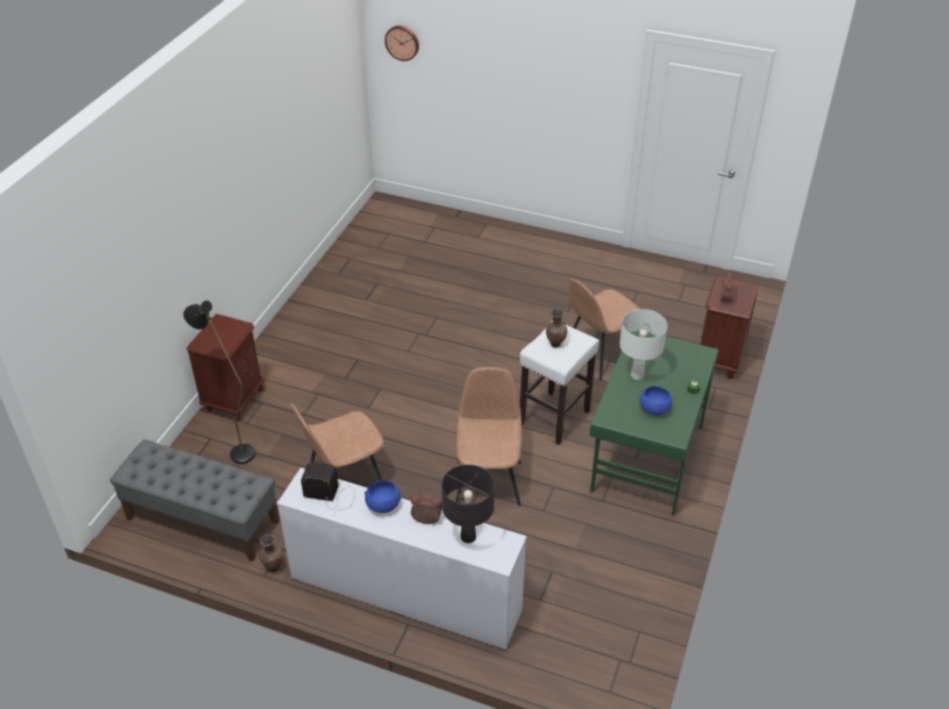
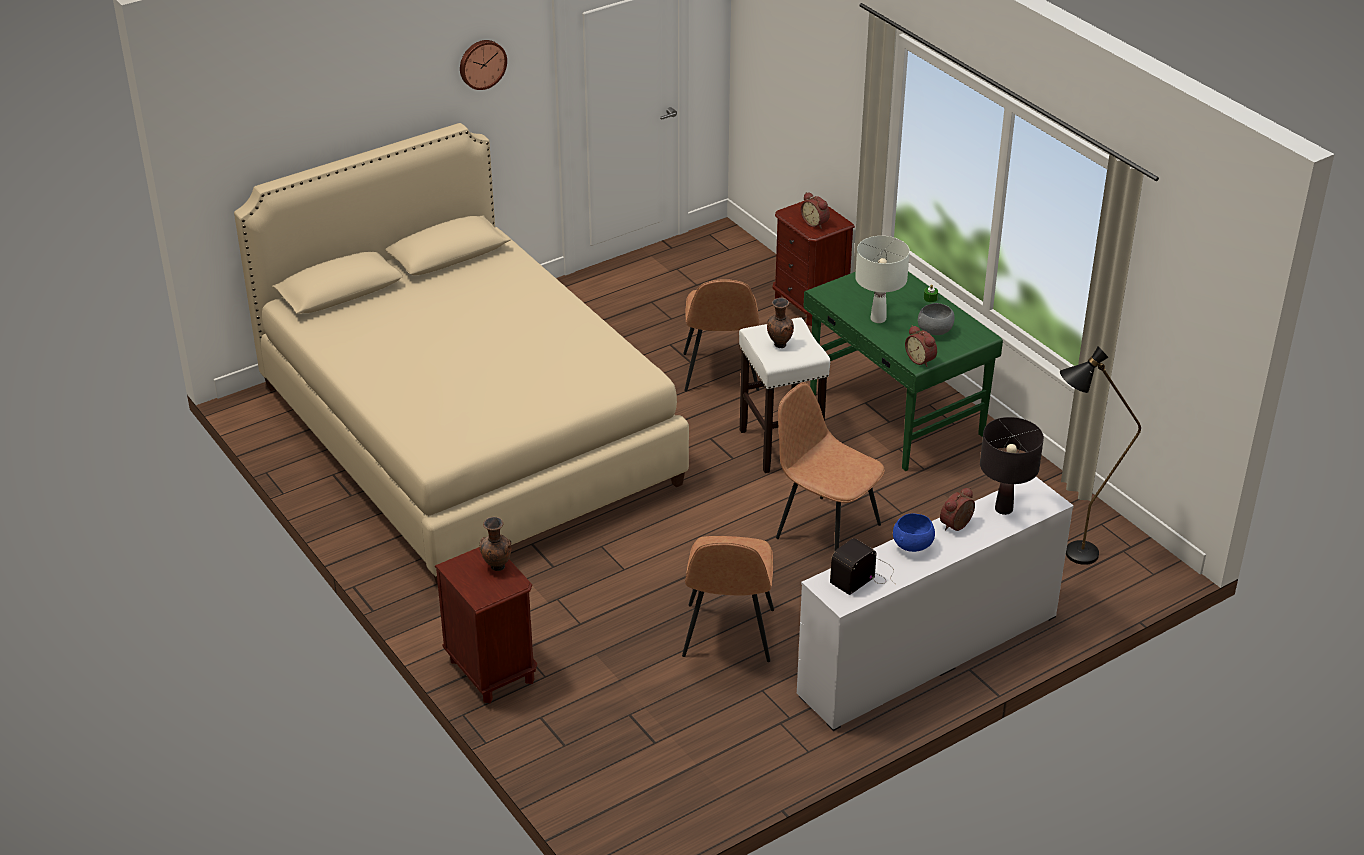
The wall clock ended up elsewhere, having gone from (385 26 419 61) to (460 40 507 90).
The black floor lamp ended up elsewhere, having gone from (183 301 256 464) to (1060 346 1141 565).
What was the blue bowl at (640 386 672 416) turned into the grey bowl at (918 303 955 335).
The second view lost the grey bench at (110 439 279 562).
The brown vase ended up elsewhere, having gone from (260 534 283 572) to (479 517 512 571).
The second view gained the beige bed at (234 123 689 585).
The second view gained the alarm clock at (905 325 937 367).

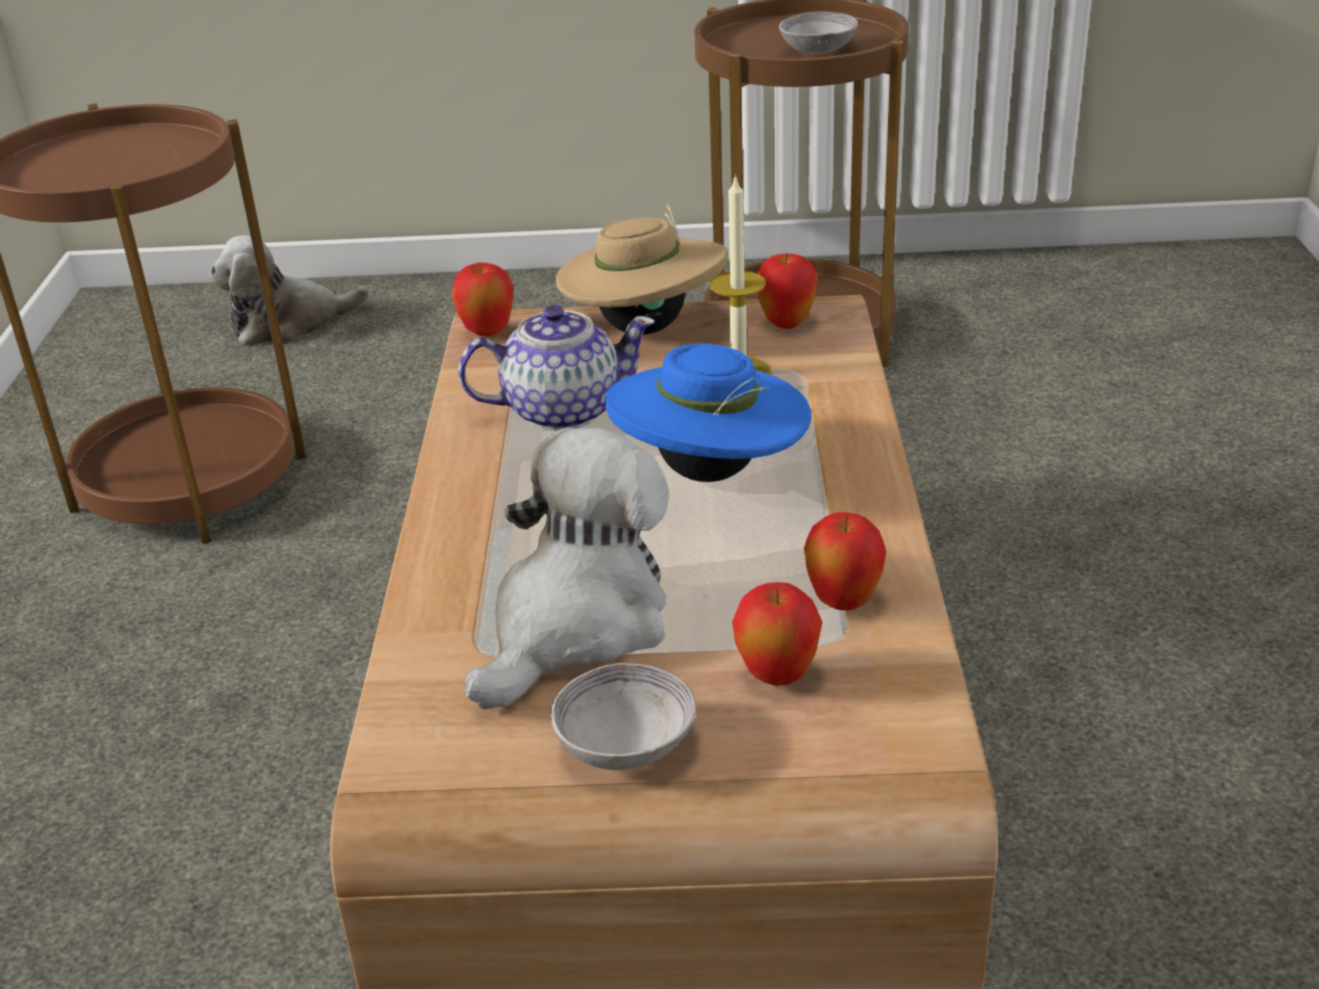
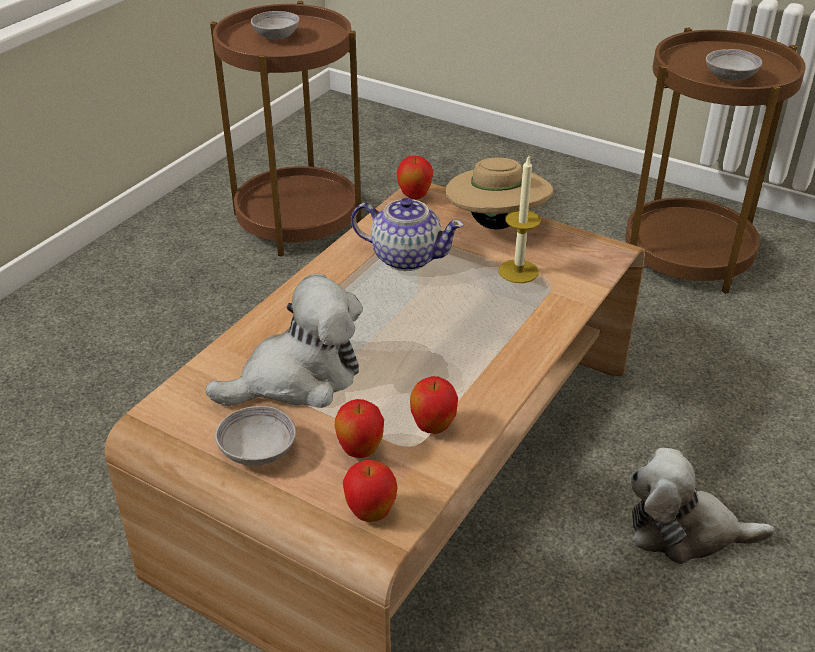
The plush toy ended up elsewhere, having gone from (210 235 370 346) to (630 448 775 564).
The apple ended up elsewhere, having gone from (757 254 818 329) to (343 460 397 522).
The second view lost the blue hat at (605 344 811 482).
The second view gained the grey bowl at (251 11 299 40).

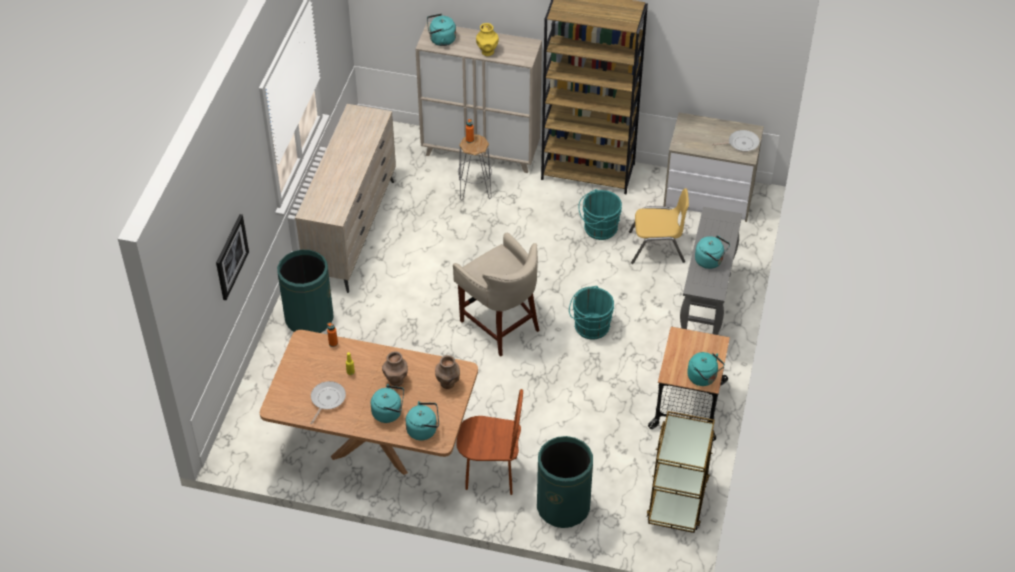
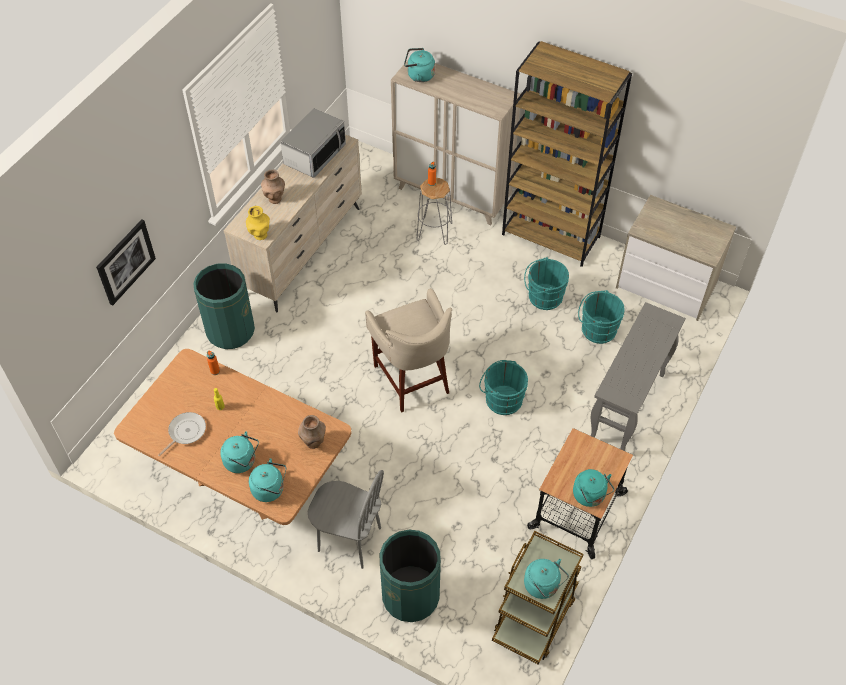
The yellow vase ended up elsewhere, having gone from (476 23 499 56) to (246 206 270 240).
The second view lost the frying pan at (712 130 760 152).
Where the yellow chair stood at (629 188 689 264), the turquoise bucket came to stand at (578 290 625 344).
The turquoise kettle ended up elsewhere, having gone from (695 236 730 269) to (524 559 569 599).
The brown vase ended up elsewhere, having gone from (382 351 408 386) to (261 169 285 204).
What was the brown chair at (457 389 523 495) turned into the grey chair at (307 470 384 569).
The second view gained the microwave at (280 108 346 178).

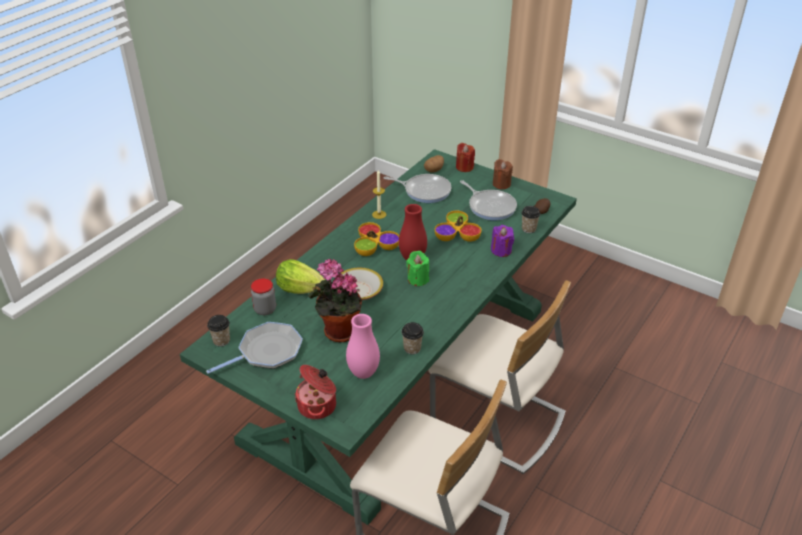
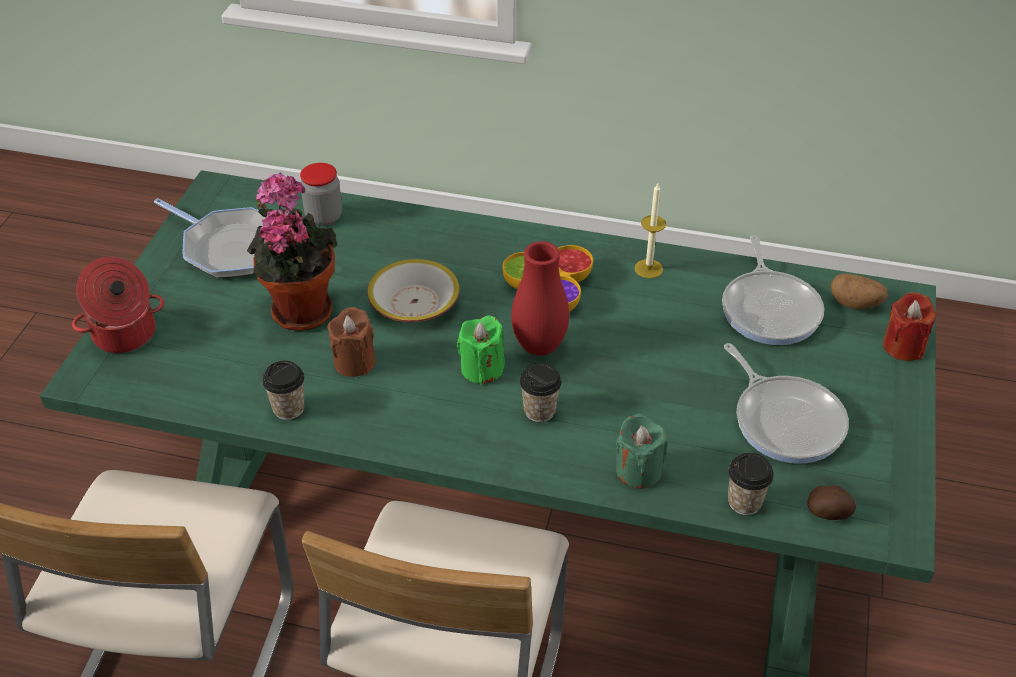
The brown candle ended up elsewhere, having gone from (493 159 513 189) to (327 307 376 377).
The frying pan at (460 180 517 220) ended up facing another way, 60 degrees counterclockwise from before.
The second view lost the bowl at (435 211 481 242).
What was the purple candle at (491 225 514 257) turned into the green candle at (616 413 667 489).
The second view lost the lettuce at (276 259 326 294).
The second view lost the pink vase at (346 314 380 379).
The cup ended up elsewhere, having gone from (207 315 230 347) to (520 363 561 422).

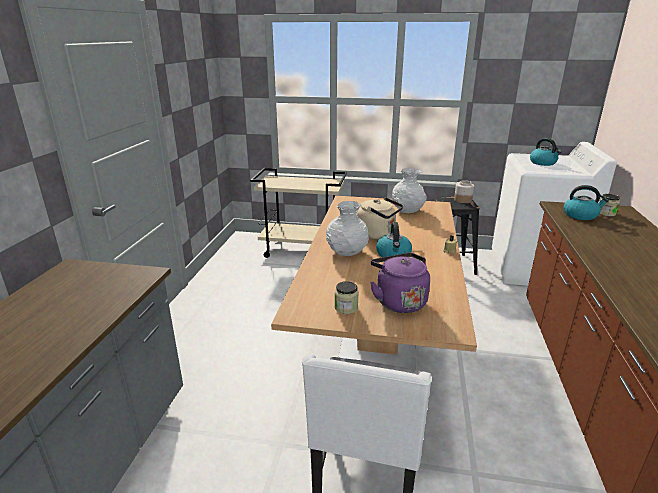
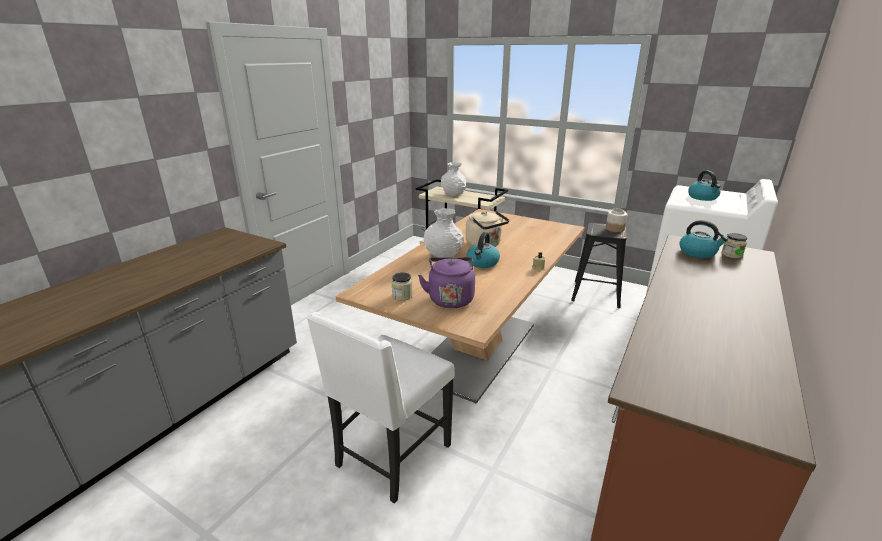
The white vase ended up elsewhere, having gone from (392 168 427 213) to (441 162 466 196).

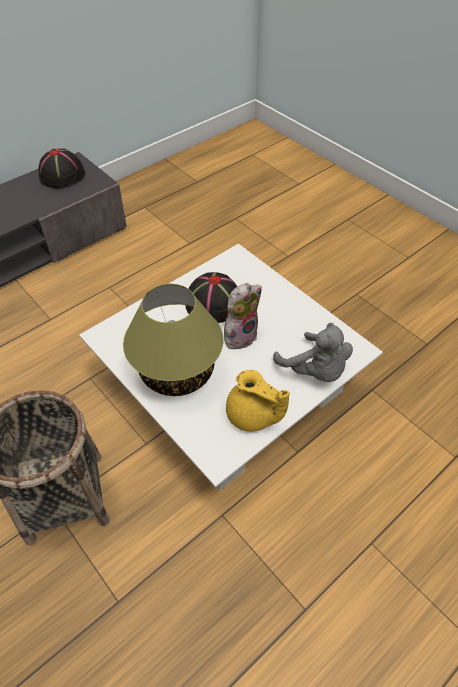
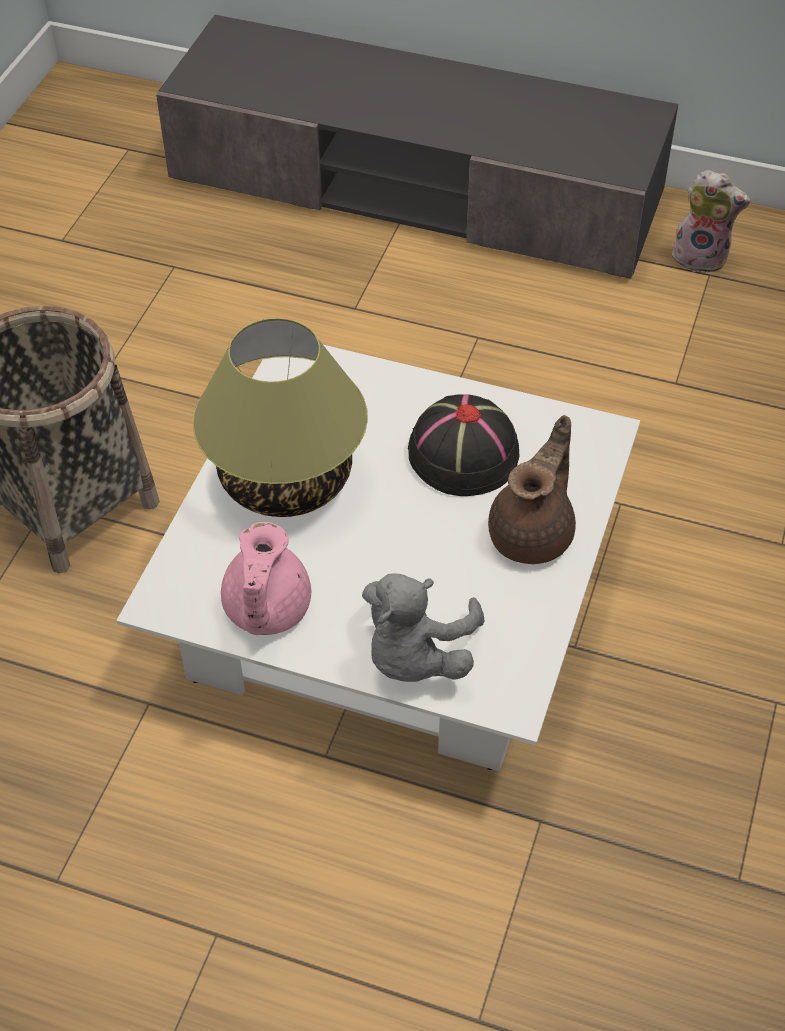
The second view lost the black hat at (38 148 85 189).
The plush toy ended up elsewhere, having gone from (224 283 262 349) to (670 170 750 273).
What was the yellow teapot at (226 370 290 432) turned into the pink teapot at (221 522 311 635).
The second view gained the brown teapot at (488 415 576 564).

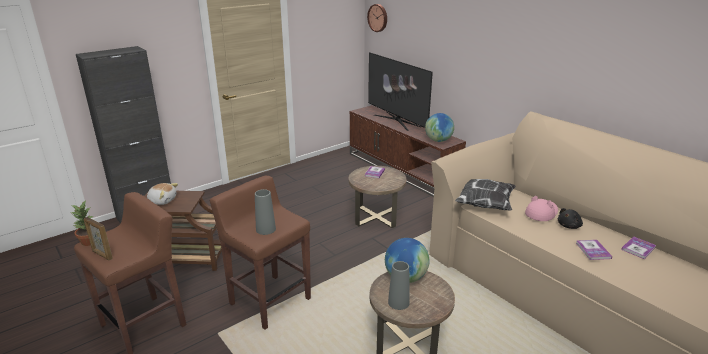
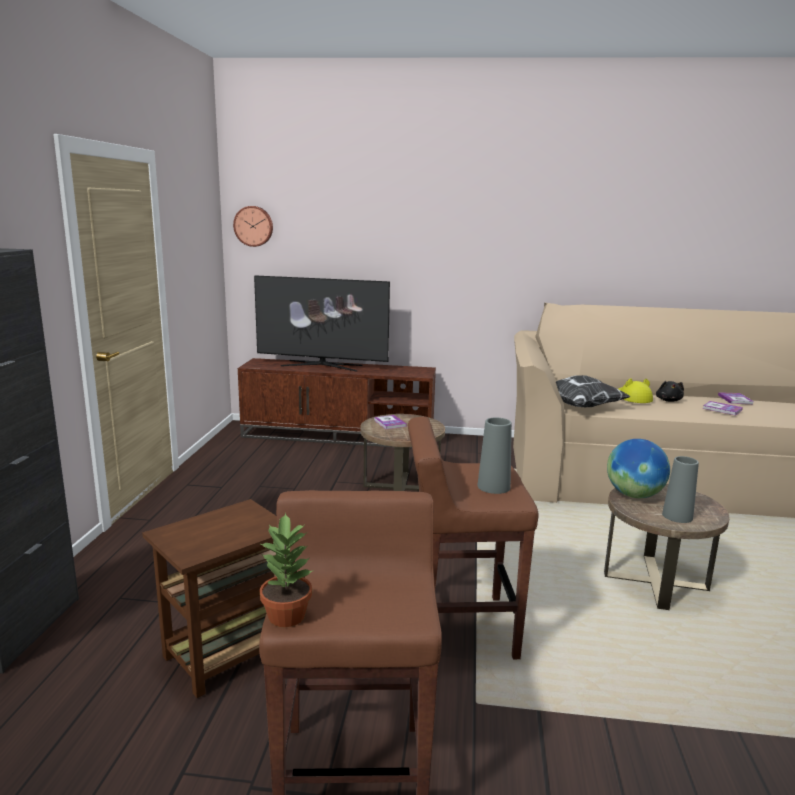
The second view lost the globe at (425 113 454 142).
The second view lost the plush toy at (147 183 178 205).
What was the pink hat at (525 196 558 221) turned into the yellow hat at (618 378 653 403).
The second view lost the picture frame at (84 217 113 260).

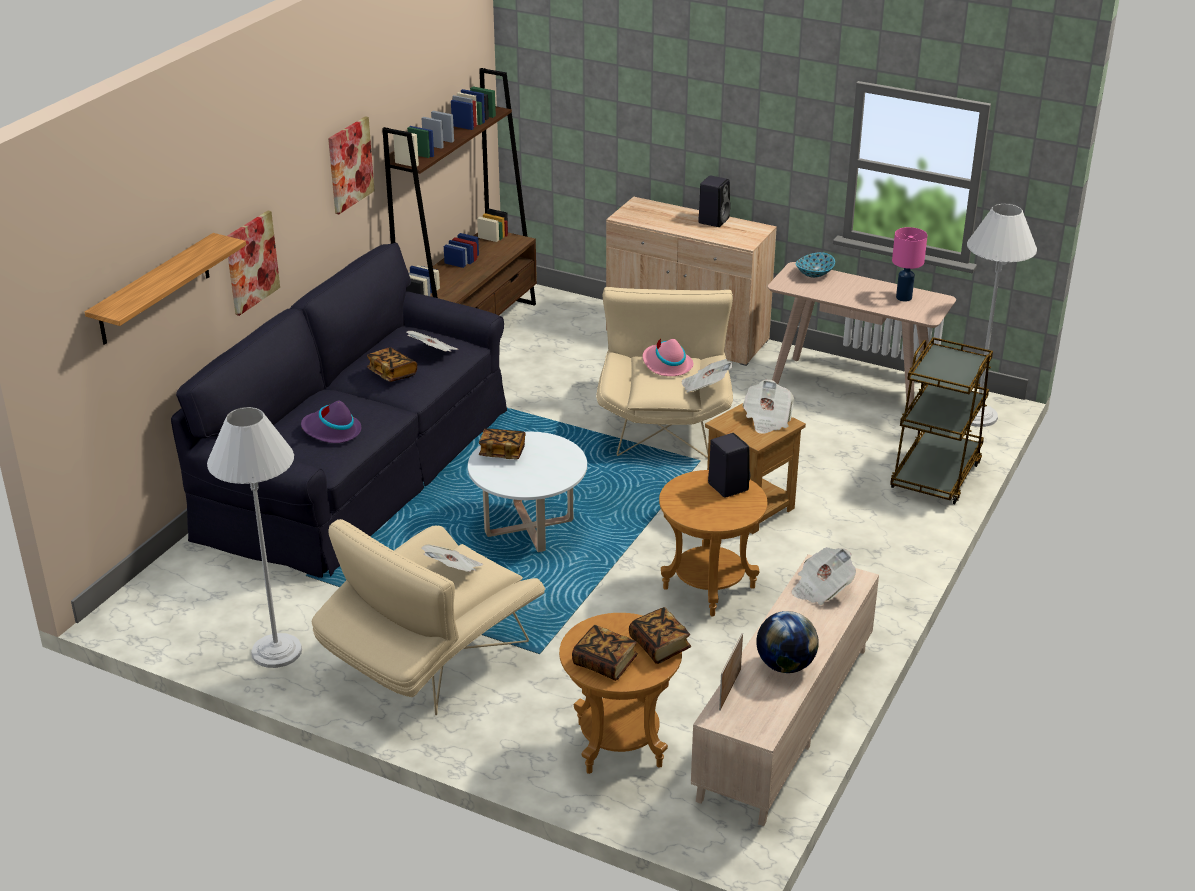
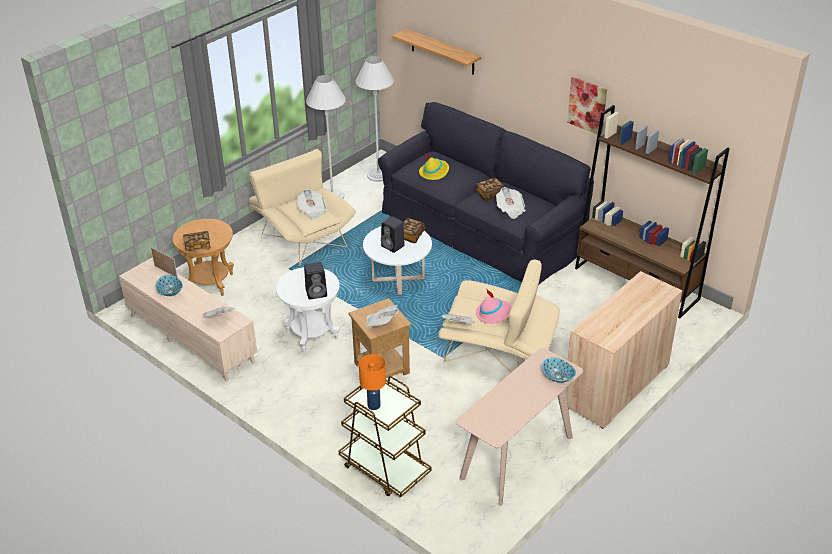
The black speaker ended up elsewhere, having gone from (698 175 731 227) to (381 216 405 253).
The white floor lamp ended up elsewhere, having gone from (967 203 1037 427) to (355 56 394 182).
The second view lost the picture at (227 210 280 316).
The second view lost the pink table lamp at (892 227 928 302).
What was the purple hat at (301 401 361 443) turned into the yellow hat at (419 153 449 180).
What was the brown side table at (659 470 768 616) turned into the white side table at (276 267 340 353).
Where the globe stood at (756 611 818 673), the bowl came to stand at (156 275 183 296).
The second view lost the book at (572 625 638 681).
The second view gained the orange table lamp at (359 354 386 410).

